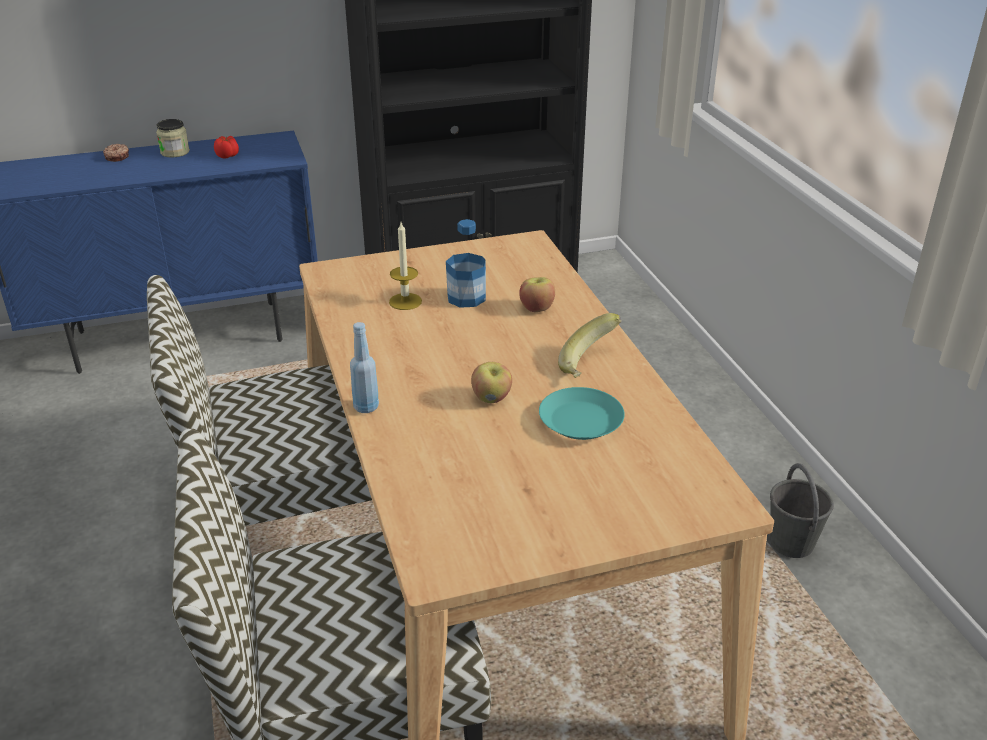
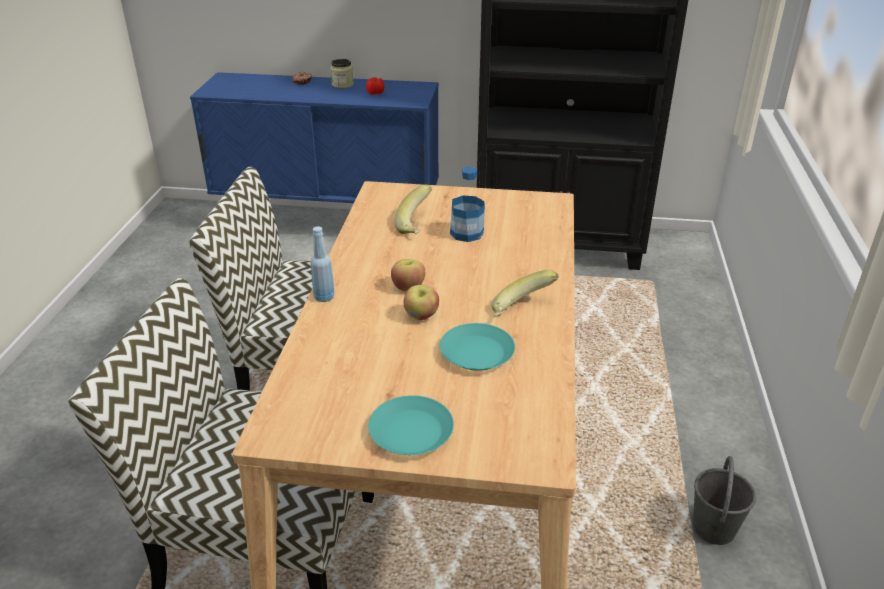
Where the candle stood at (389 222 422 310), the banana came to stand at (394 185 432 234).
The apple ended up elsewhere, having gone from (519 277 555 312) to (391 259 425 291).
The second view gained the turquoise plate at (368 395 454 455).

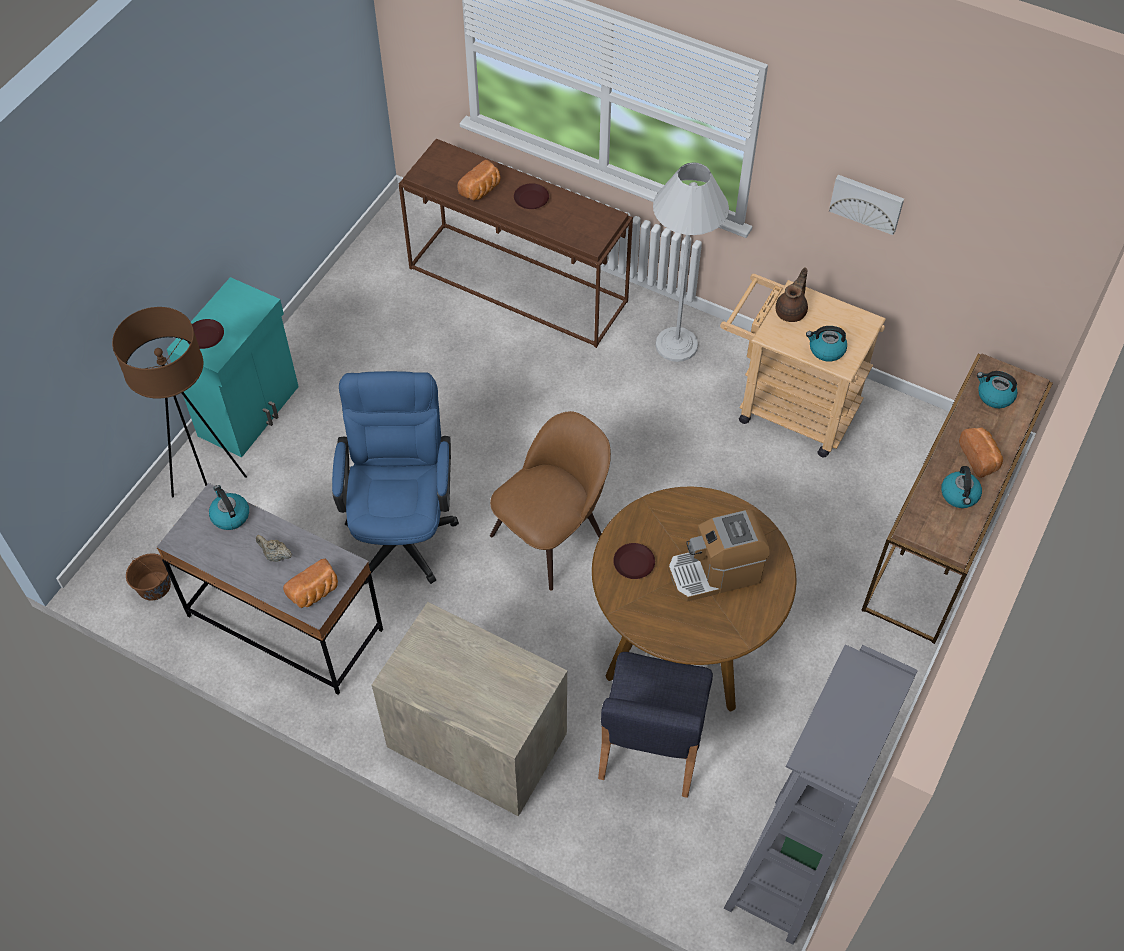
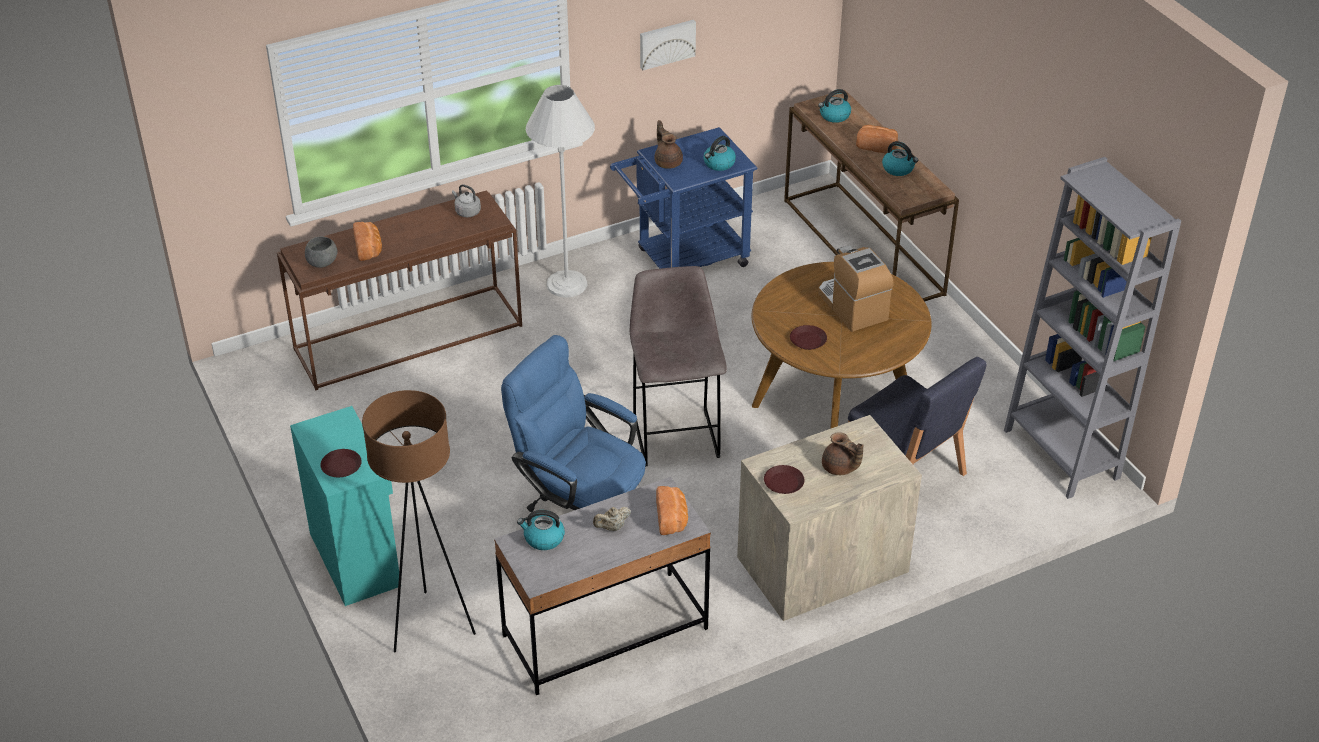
The brown plate ended up elsewhere, having gone from (514 183 549 209) to (764 465 805 494).
What was the beige cart at (720 274 886 458) turned into the blue cart at (610 127 757 269).
Where the brown chair stood at (490 411 611 591), the grey stool came to stand at (630 266 727 466).
The coffee machine at (668 510 770 602) ended up facing another way, 135 degrees clockwise from before.
The second view lost the brown bucket at (126 553 171 601).
The second view gained the grey kettle at (452 184 481 217).
The second view gained the grey bowl at (305 237 337 268).
The second view gained the brown teapot at (822 432 864 475).

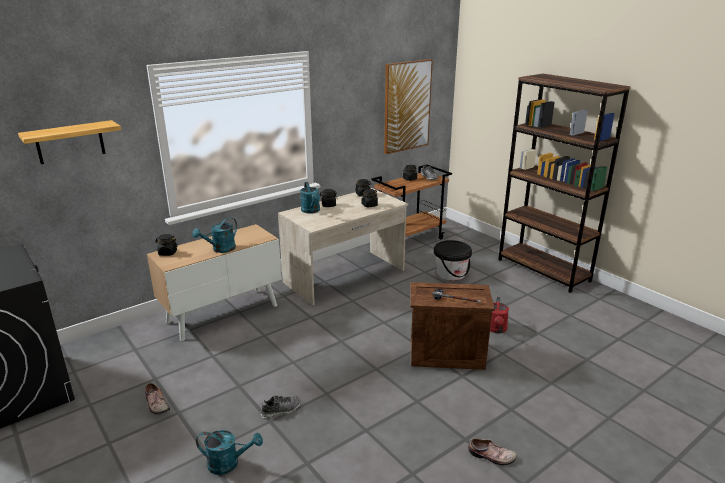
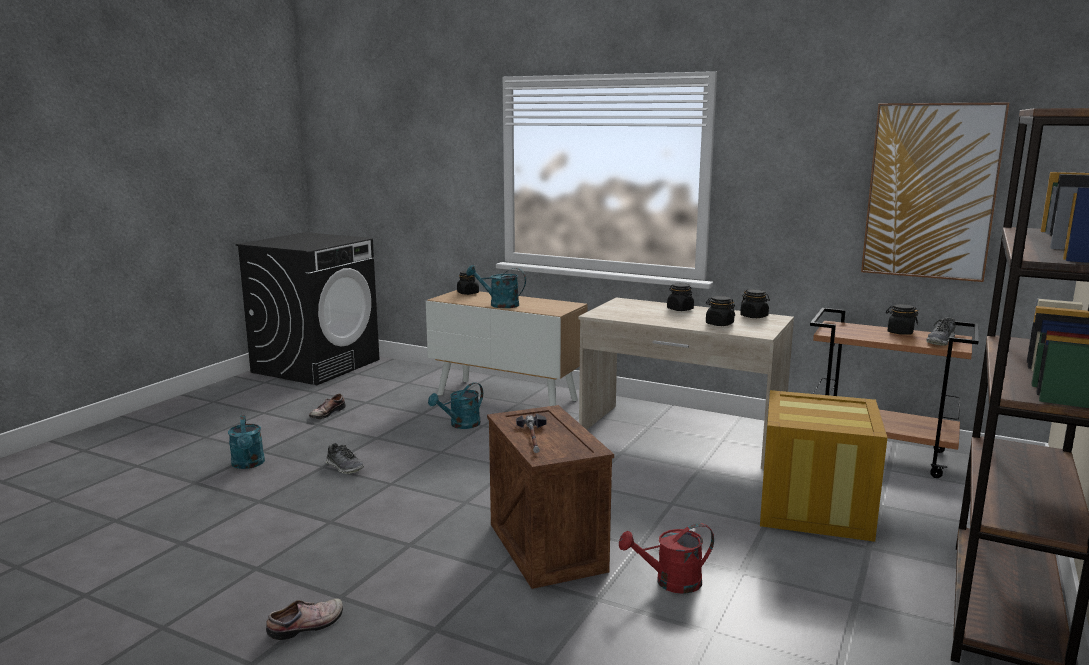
The second view lost the shelf at (18 120 121 164).
The turquoise watering can ended up elsewhere, having gone from (300 182 320 213) to (428 382 483 429).
Where the black bucket stood at (434 240 472 281), the crate came to stand at (760 390 888 542).
The shoe at (468 438 517 465) ended up facing another way, 120 degrees counterclockwise from before.

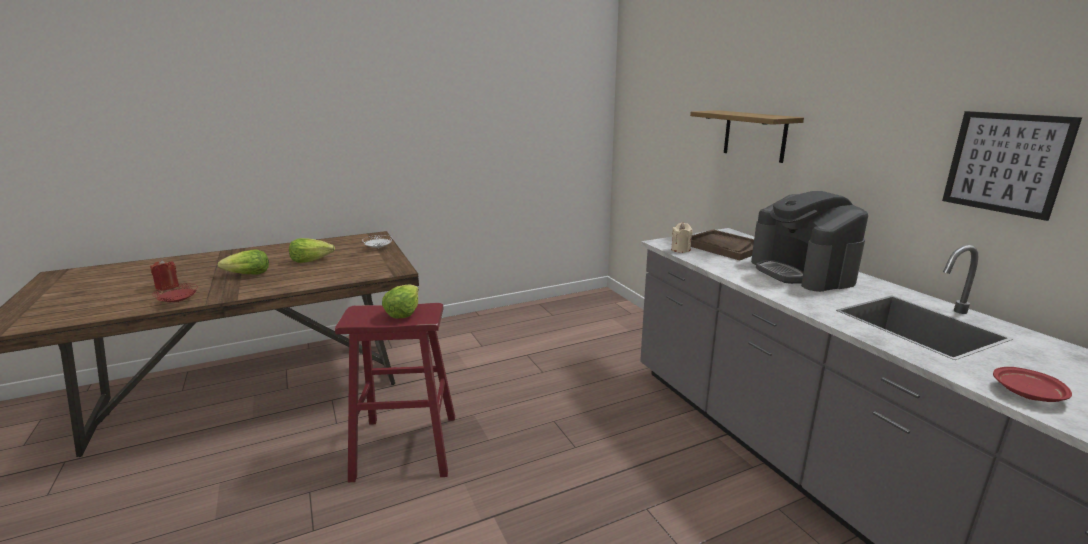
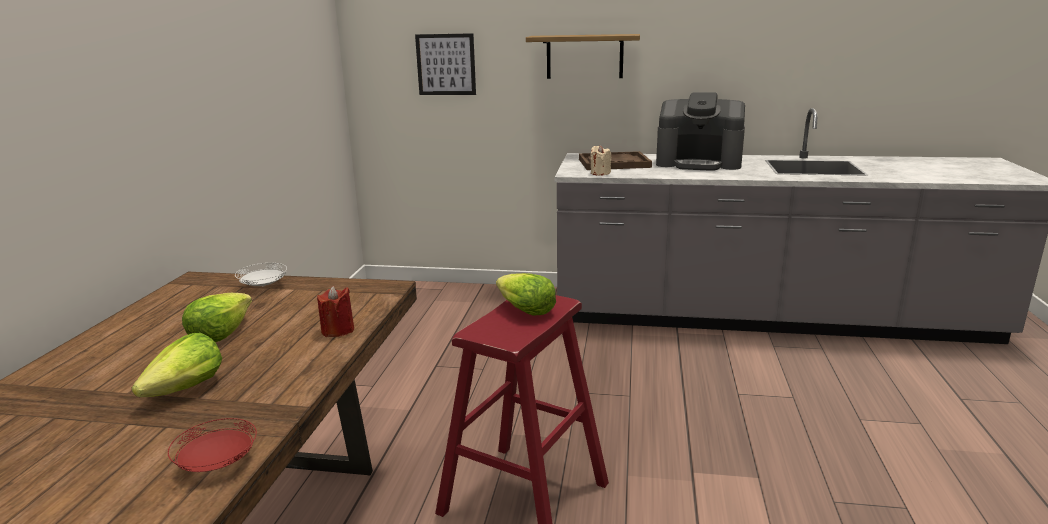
The picture ended up elsewhere, having gone from (942 111 1082 221) to (415 33 476 95).
The red candle ended up elsewhere, having gone from (150 259 179 291) to (317 286 354 337).
The second view lost the red plate at (993 367 1072 402).

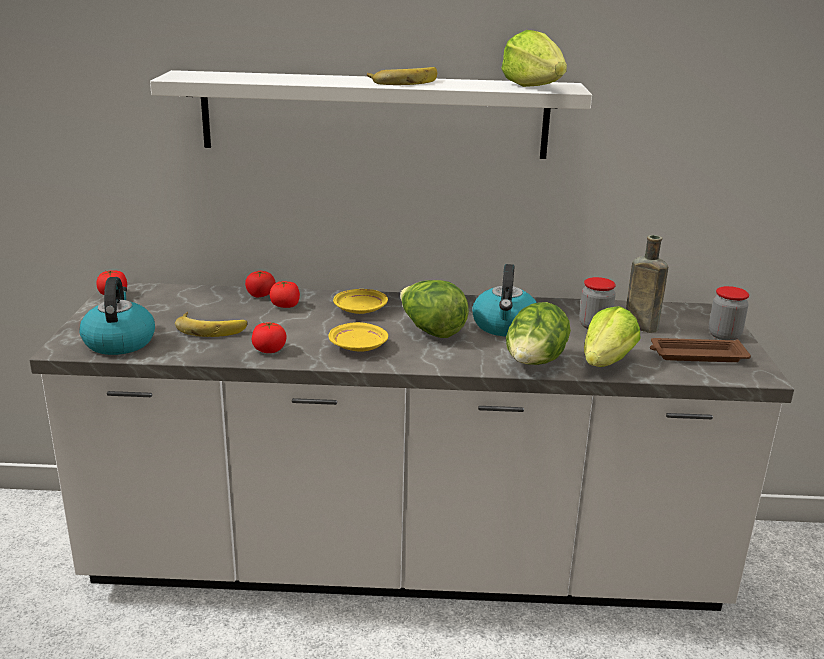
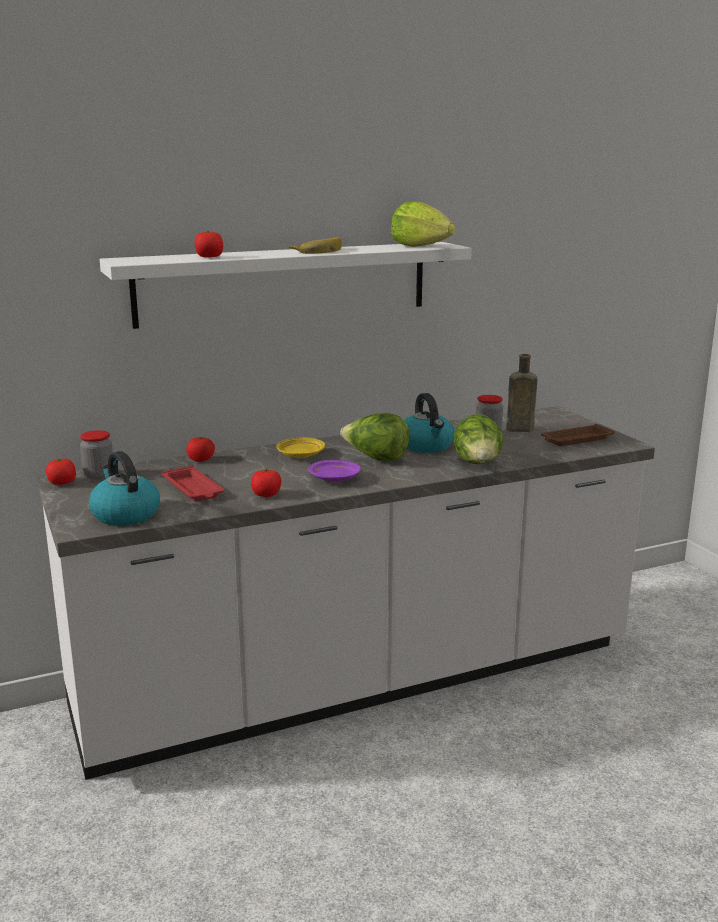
The tomato ended up elsewhere, having gone from (270 281 300 308) to (195 231 223 257).
The jar ended up elsewhere, having gone from (709 286 749 340) to (80 430 113 480).
The second view lost the lettuce at (584 306 641 367).
Where the banana stood at (175 312 248 337), the red tray came to stand at (161 466 224 502).
What was the yellow plate at (329 322 388 352) turned into the purple plate at (308 460 361 482).

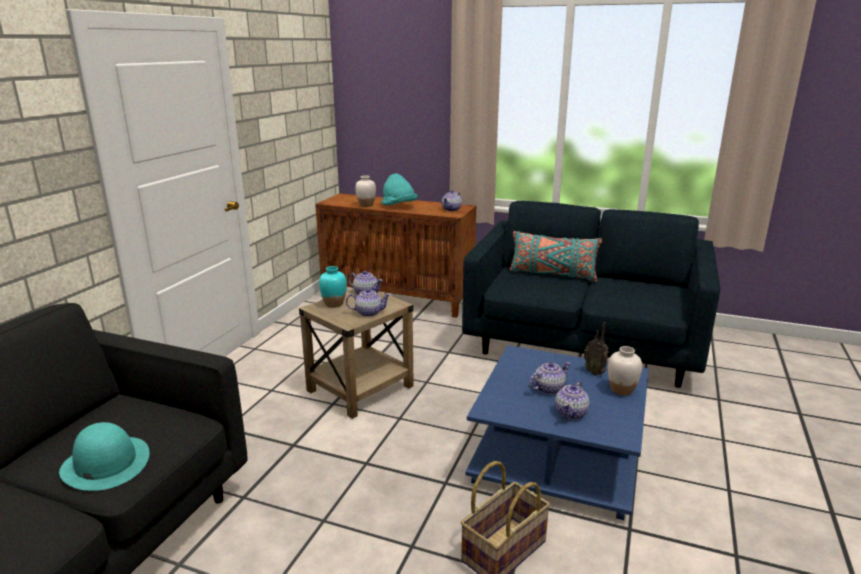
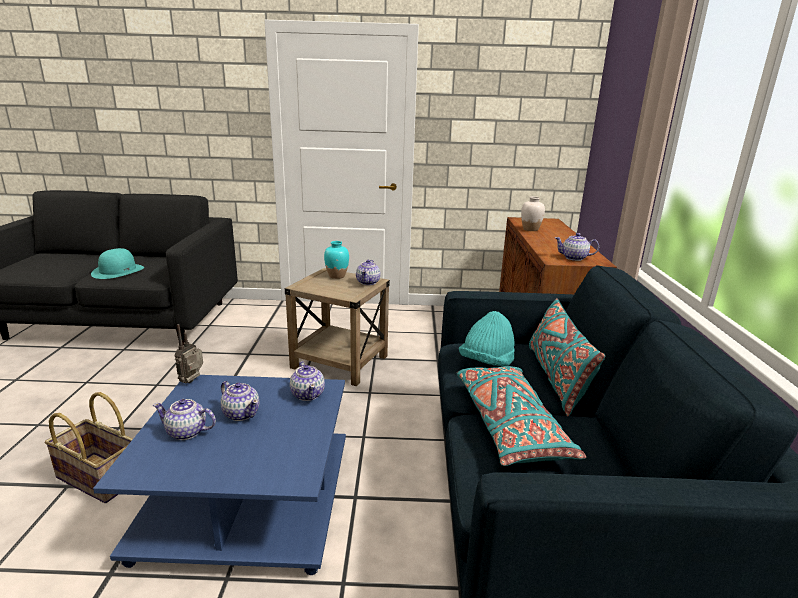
The turquoise hat ended up elsewhere, having gone from (382 174 418 205) to (459 311 515 366).
The teapot ended up elsewhere, having gone from (346 289 391 317) to (290 361 325 401).
The radio ended up elsewhere, having gone from (583 322 608 375) to (174 324 203 383).
The second view lost the white vase at (608 346 642 396).
The second view gained the turquoise pillow at (457 366 586 466).

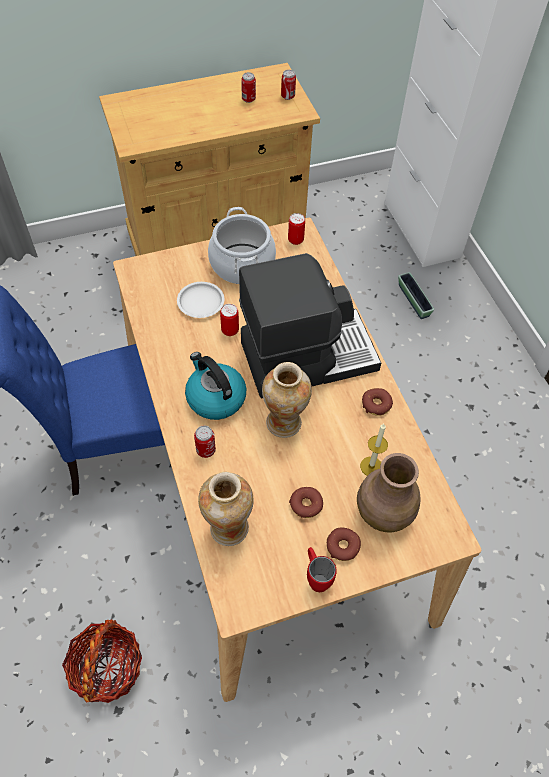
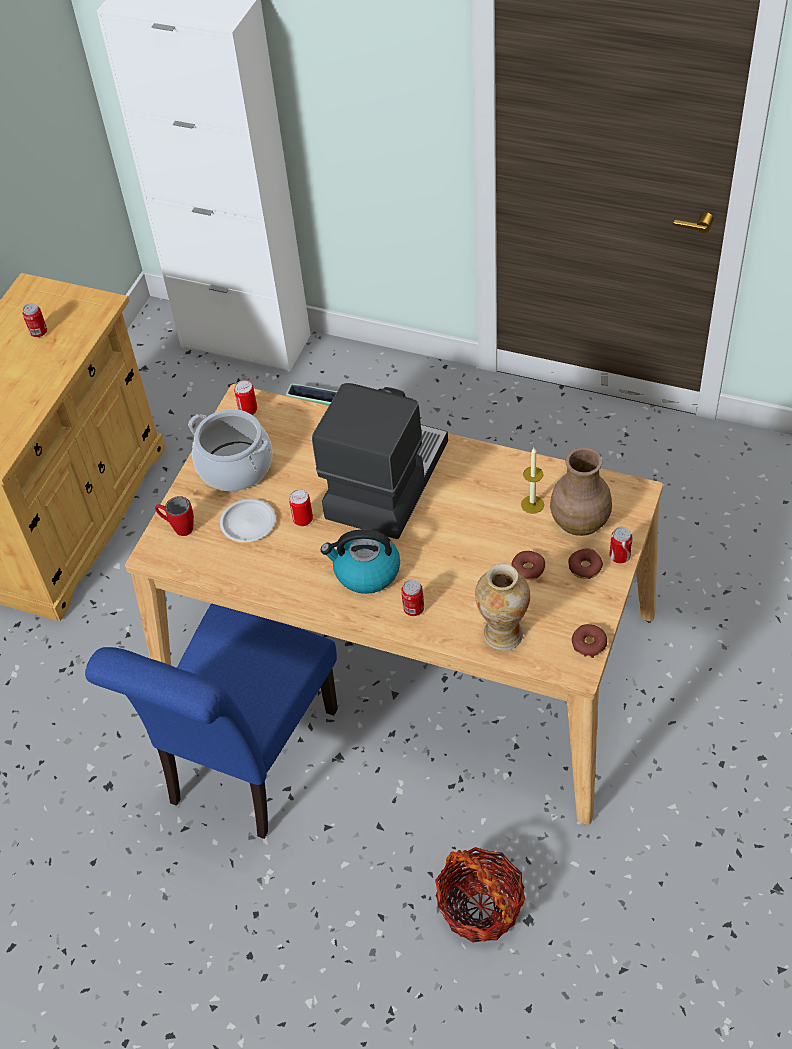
The can ended up elsewhere, having gone from (281 70 296 100) to (609 527 633 563).
The second view lost the vase at (262 362 312 438).
The donut ended up elsewhere, having gone from (362 388 393 416) to (572 624 607 658).
The red mug ended up elsewhere, having gone from (307 547 337 592) to (155 496 194 536).

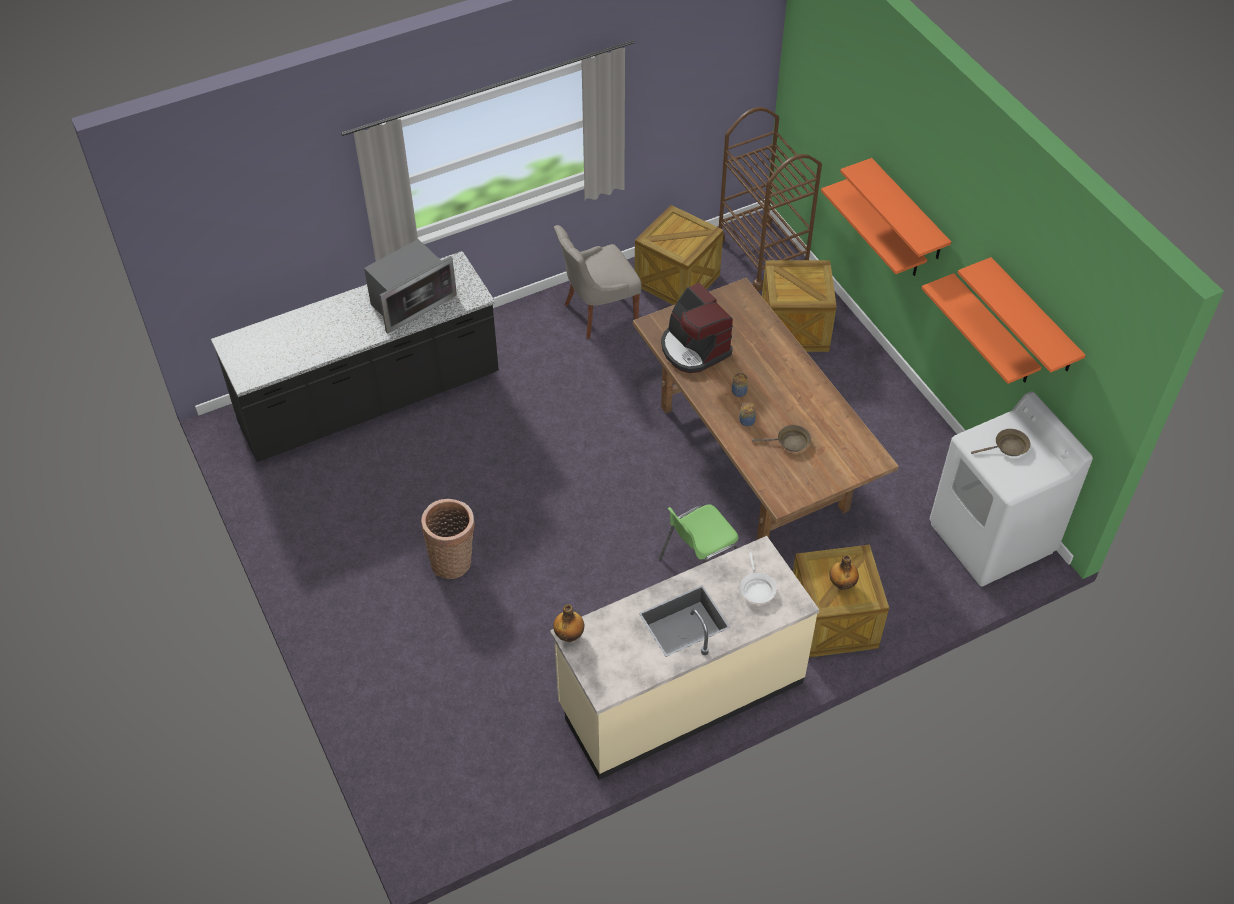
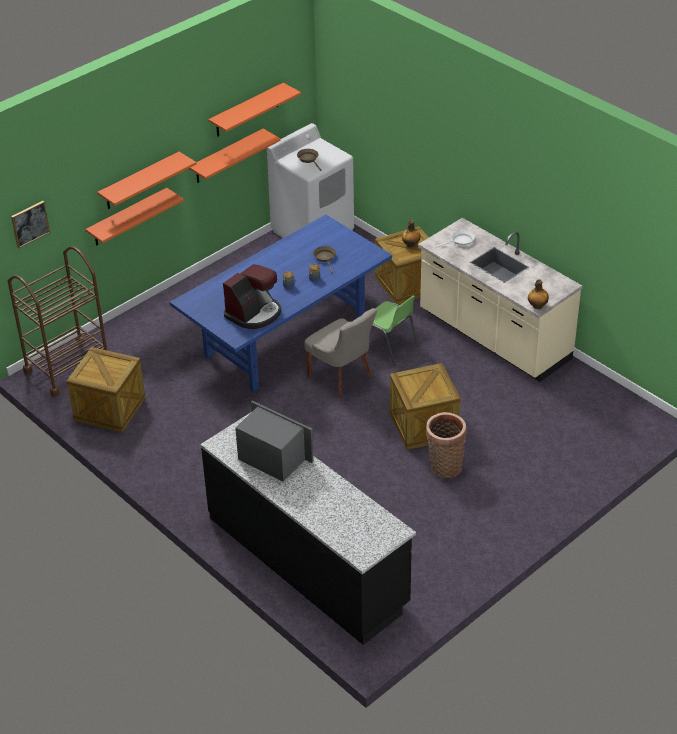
The grey chair ended up elsewhere, having gone from (554 225 642 339) to (304 308 377 397).
The crate ended up elsewhere, having gone from (762 260 837 352) to (390 363 461 450).
What was the brown dining table at (633 278 899 540) turned into the blue dining table at (170 214 392 392).
The second view gained the picture at (11 201 50 248).

